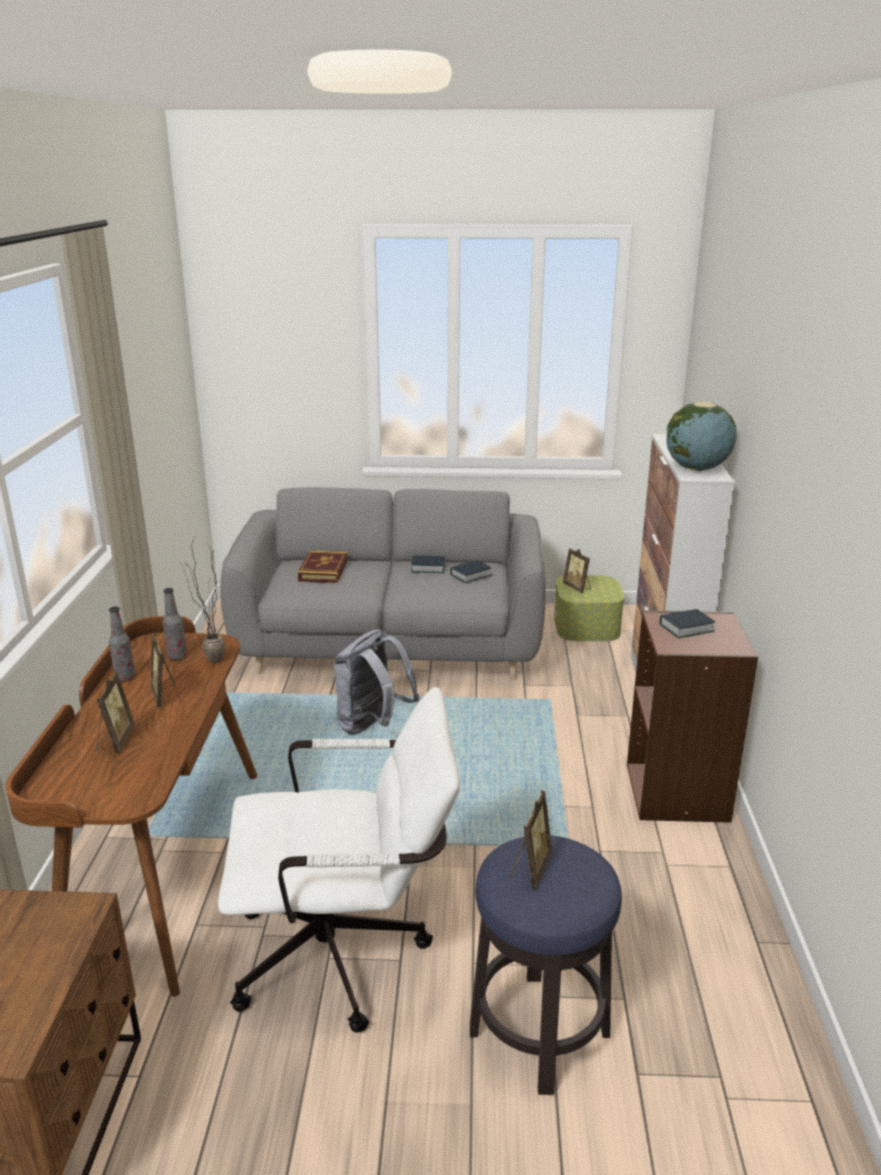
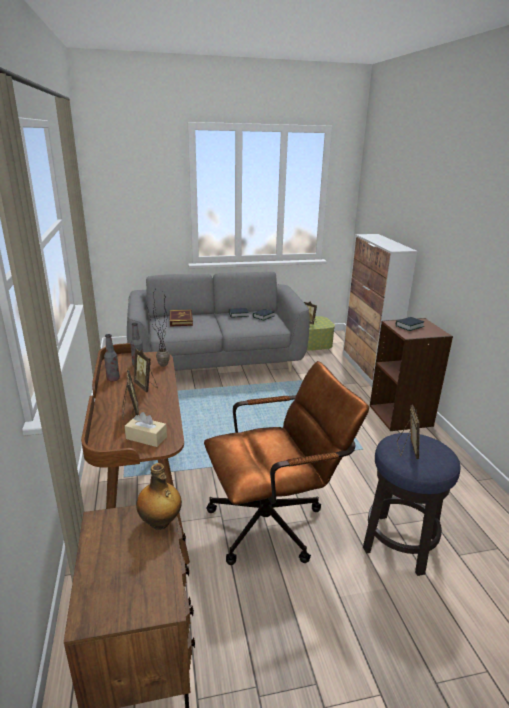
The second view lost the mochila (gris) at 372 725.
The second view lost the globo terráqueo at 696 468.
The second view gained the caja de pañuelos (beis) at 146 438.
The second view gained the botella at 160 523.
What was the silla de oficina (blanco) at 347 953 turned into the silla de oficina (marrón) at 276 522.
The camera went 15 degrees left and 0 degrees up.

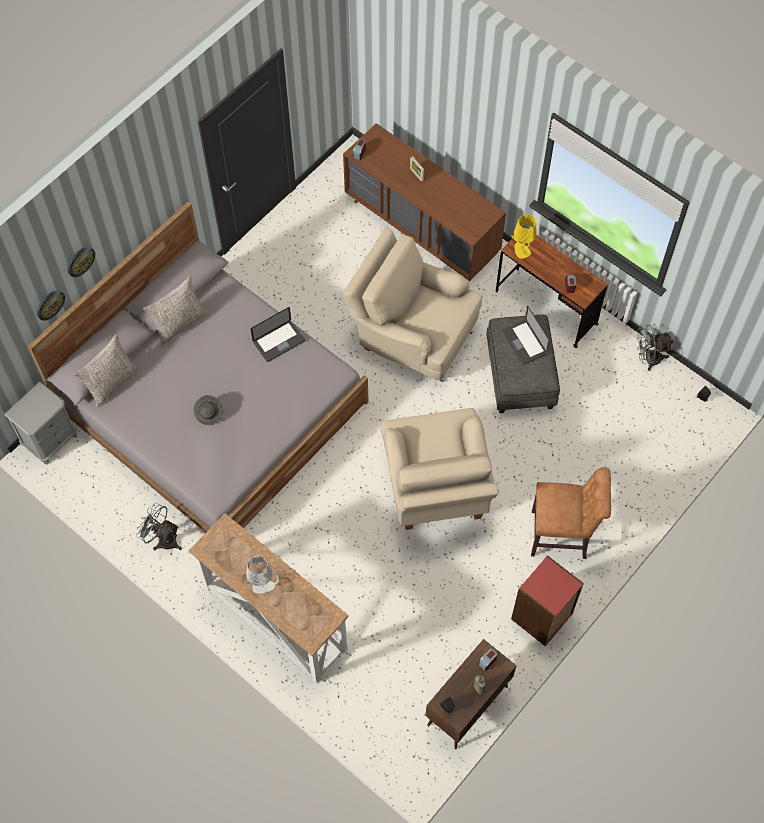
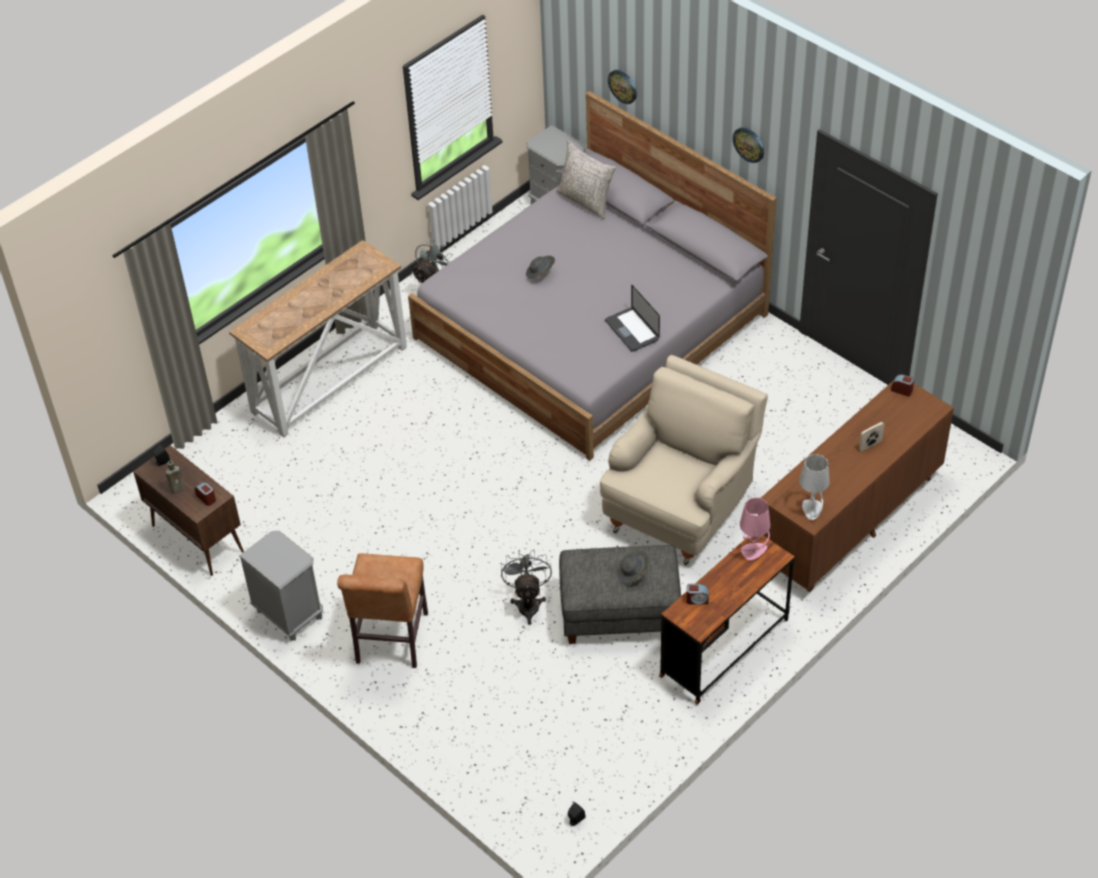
The second view lost the cojín (gris) at 179 323.
The second view lost the sillón (beis) at 436 489.
The reloj de pared ended up elsewhere, having gone from 80 261 to 749 144.
The lámpara de mesa (gris) ended up elsewhere, having gone from 263 585 to 812 510.
The ventilador (gris) ended up elsewhere, having gone from 648 359 to 528 603.
Where the portátil stood at 524 342, the sombrero (gris) came to stand at 633 572.
Where the estantería (rojo) stood at 542 617, the mesita de noche (gris) came to stand at 289 614.
What was the lámpara de mesa (amarillo) at 521 251 turned into the lámpara de mesa (rosa) at 753 551.
The camera went 95 degrees right and 15 degrees down.

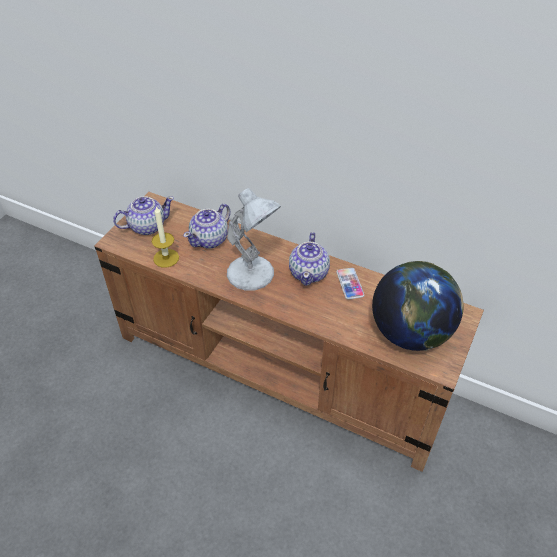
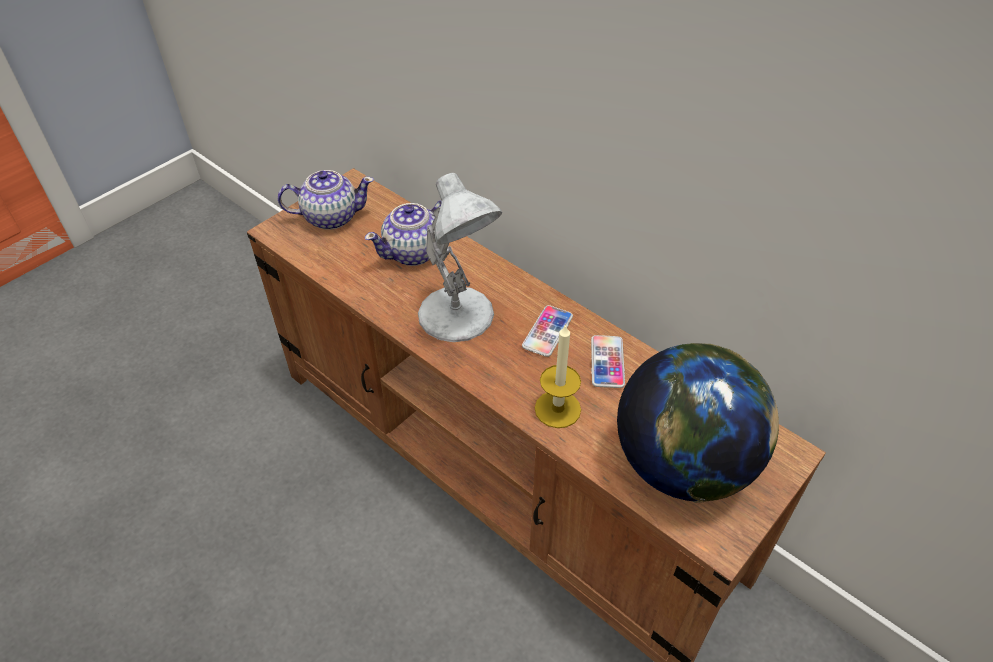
The vela ended up elsewhere, having gone from 166 258 to 557 409.
Where the tetera stood at 309 273, the móvil came to stand at 547 331.
The camera went 15 degrees right and 0 degrees up.

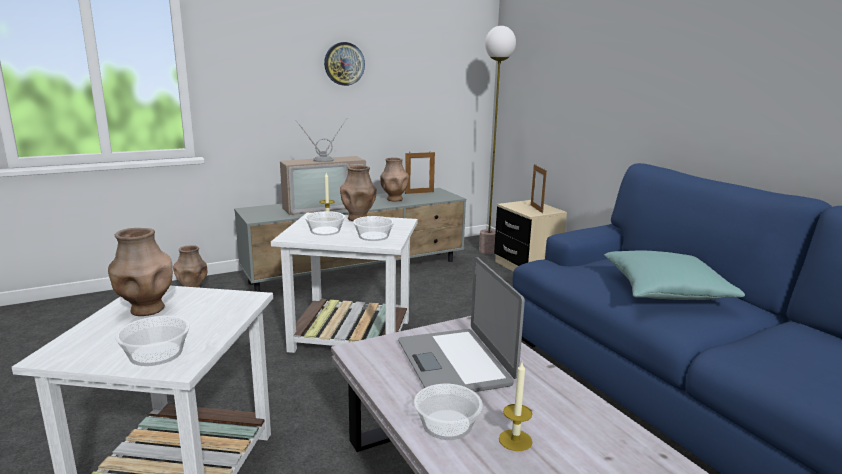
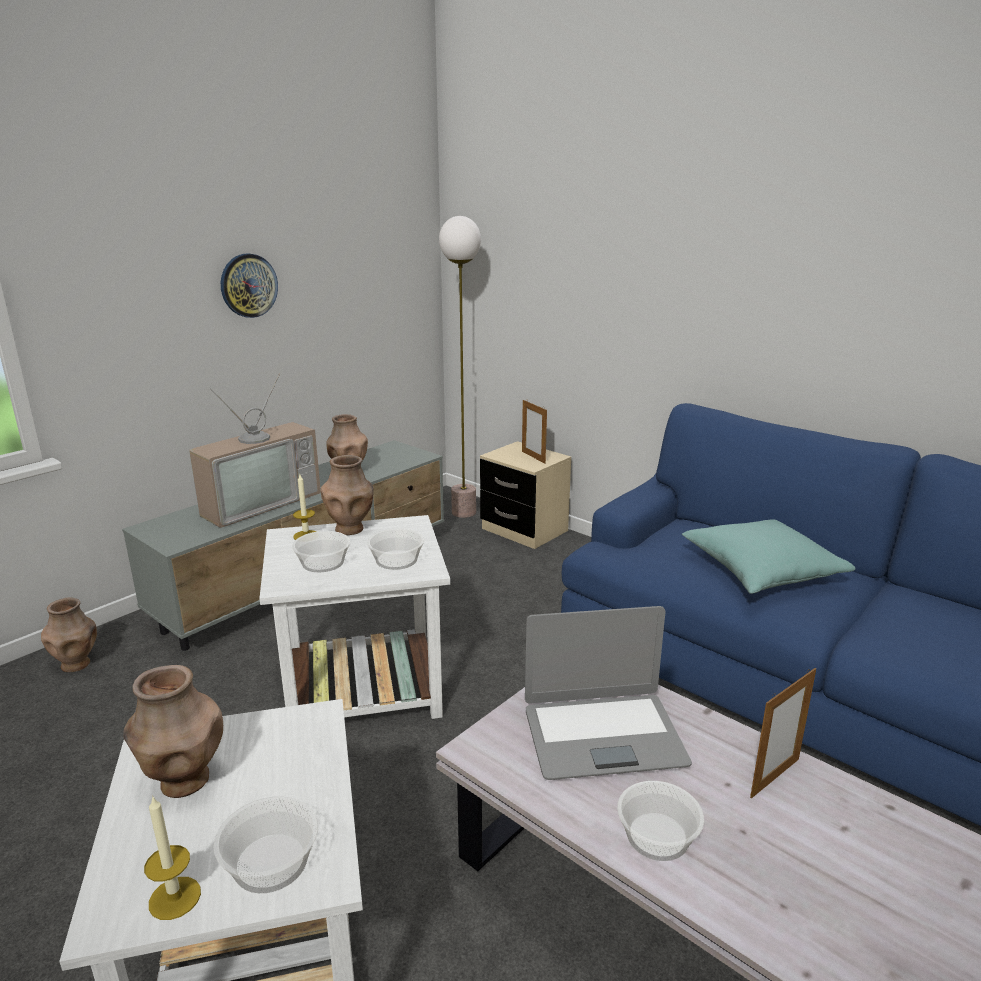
The portarretratos ended up elsewhere, having gone from 419 192 to 775 777.
The vela ended up elsewhere, having gone from 515 440 to 175 898.
The portátil at 455 362 ended up facing another way, 60 degrees counterclockwise from before.
The camera went 20 degrees left and 5 degrees up.

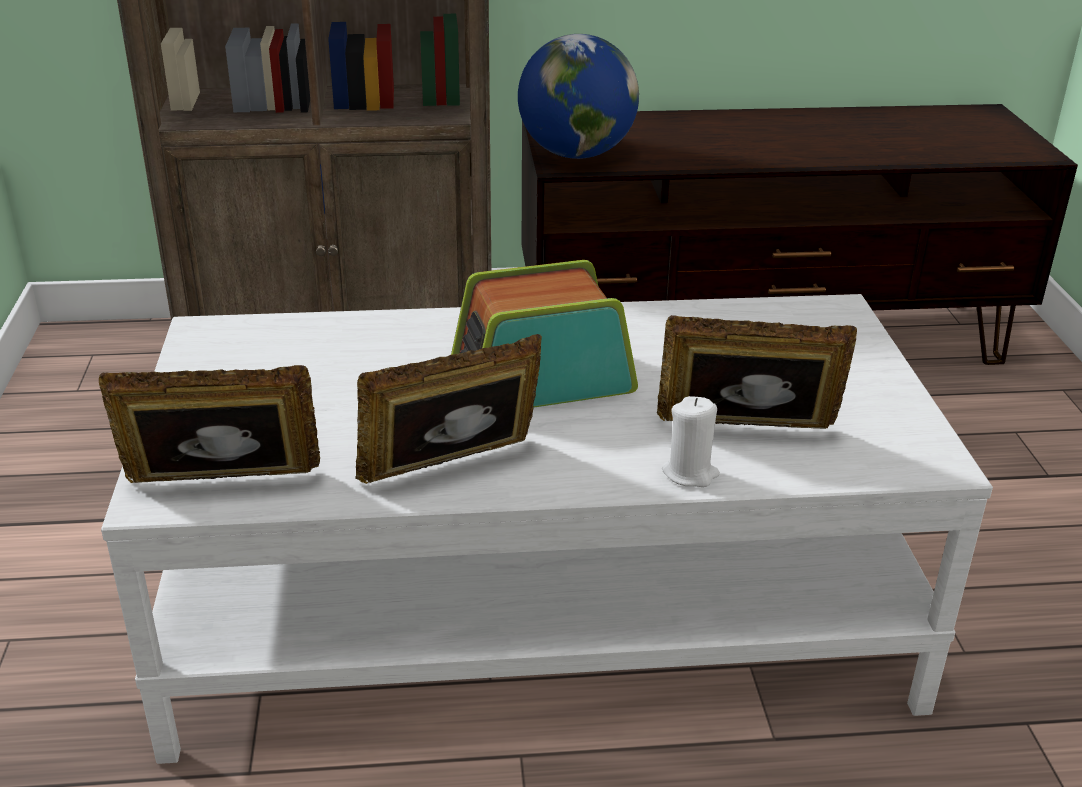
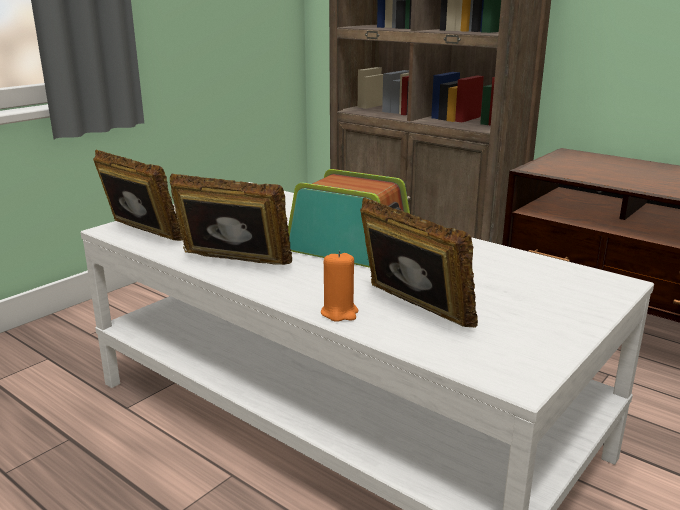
The second view lost the globo terráqueo at 576 154.
What was the vela (blanco) at 690 473 turned into the vela (naranja) at 339 313.
The camera went 45 degrees right and 10 degrees down.

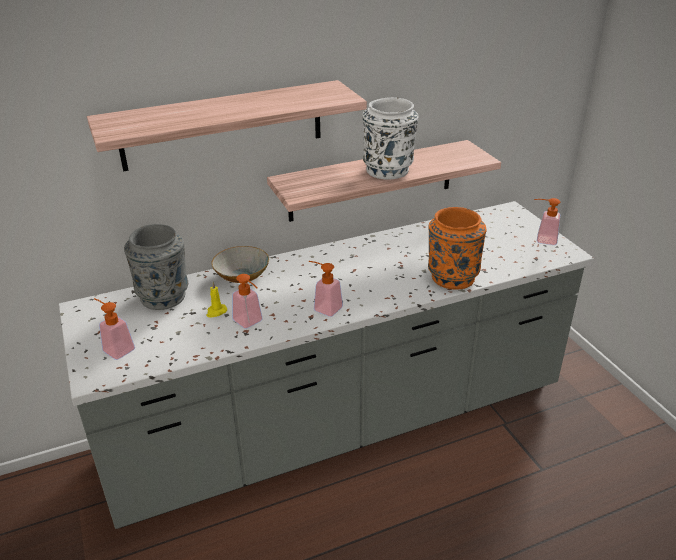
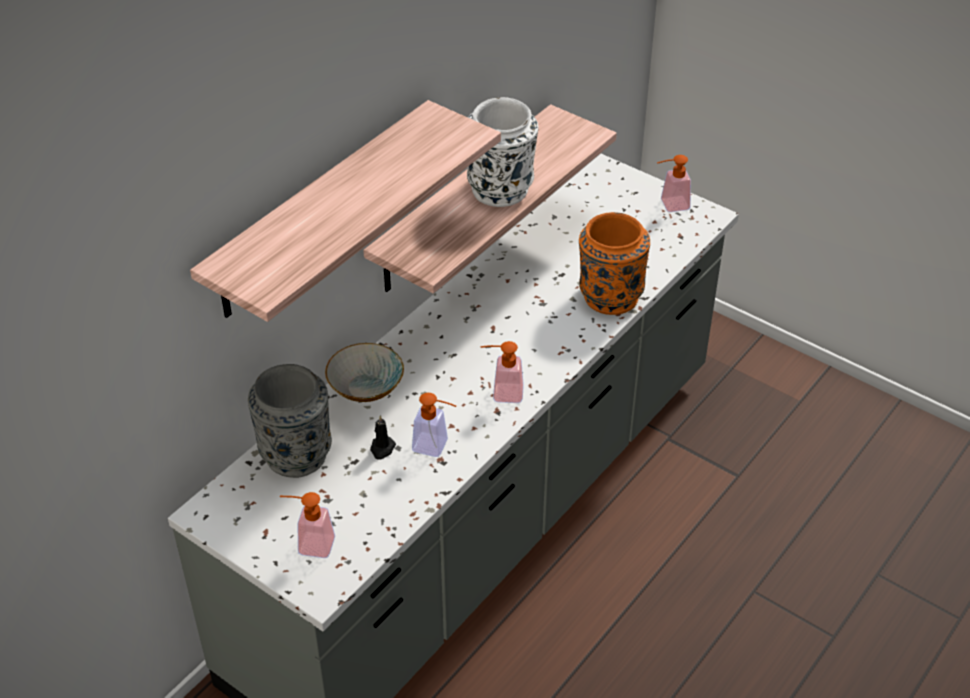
What was the vela (amarillo) at 216 312 turned into the vela (negro) at 382 449.
The camera went 30 degrees left and 10 degrees up.

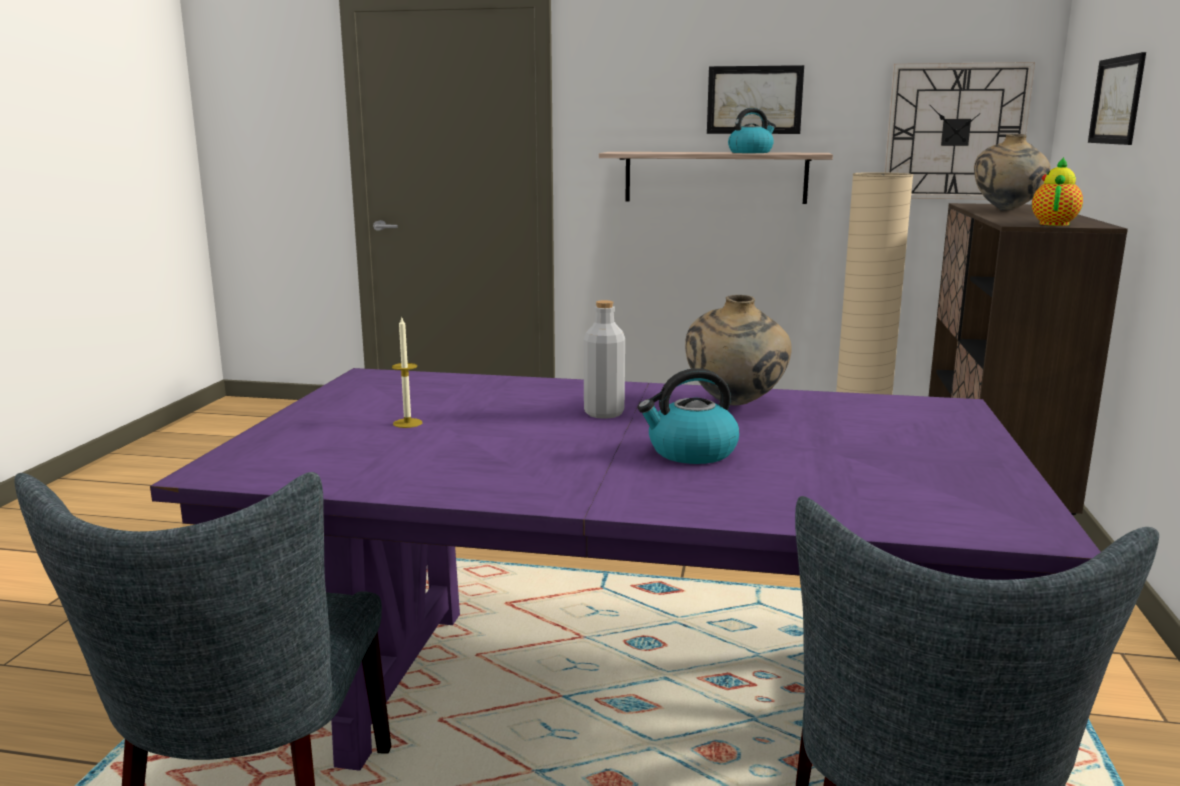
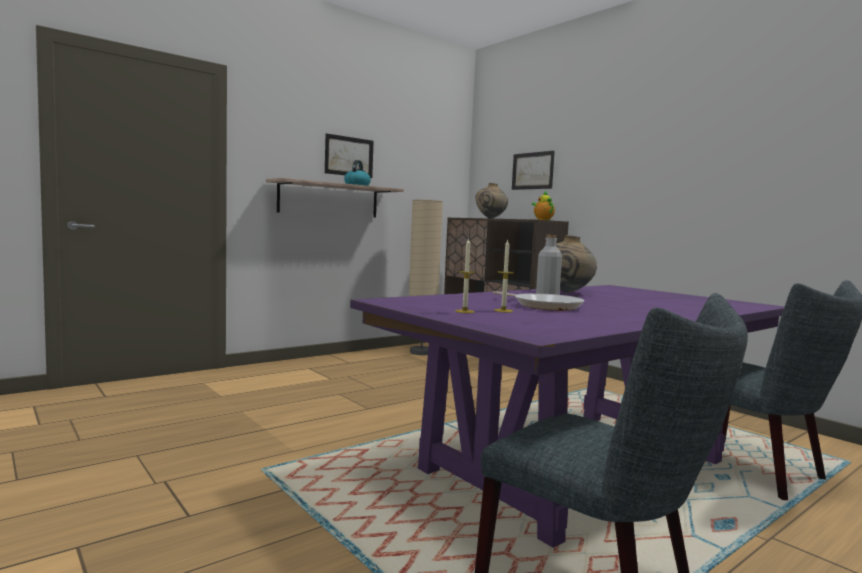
The second view lost the hervidor at 691 452.
The second view lost the reloj de pared at 955 132.
The second view gained the vela at 464 311.
The second view gained the sartén at 544 306.
The camera went 50 degrees left and 10 degrees down.

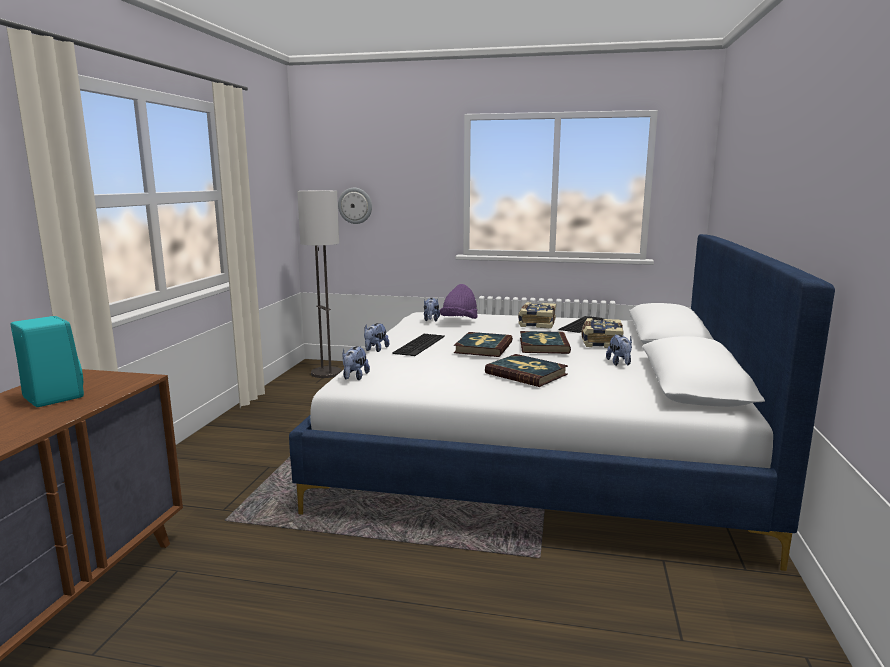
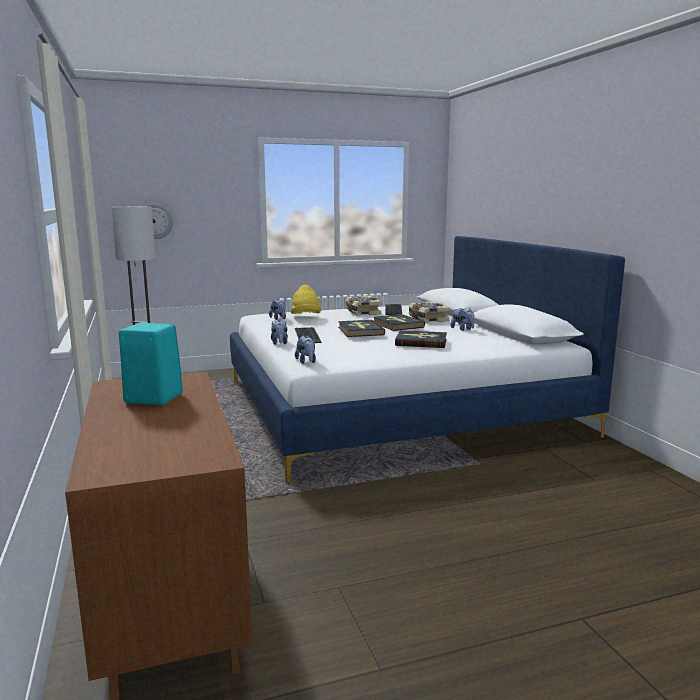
What was the sombrero (morado) at 459 321 turned into the sombrero (amarillo) at 306 316.
The camera went 30 degrees left and 0 degrees up.

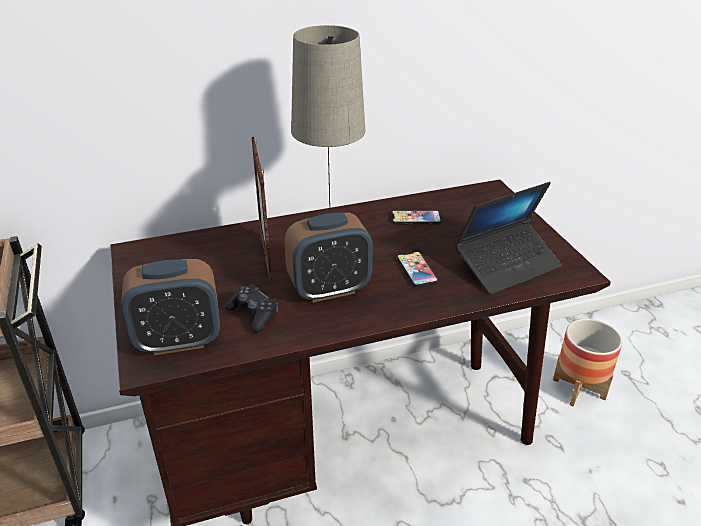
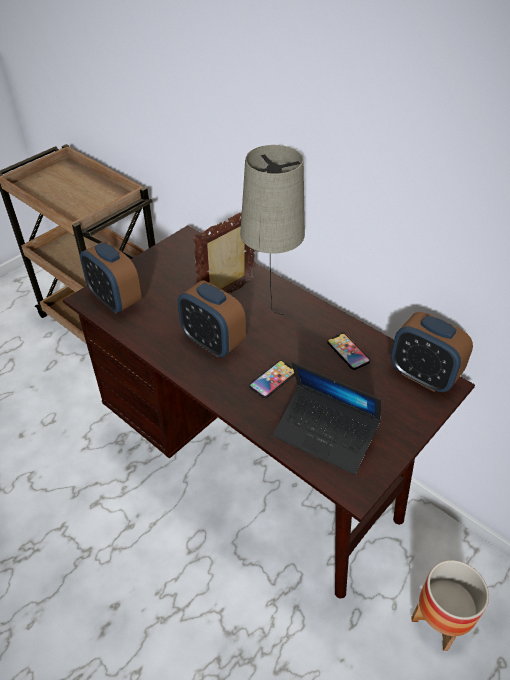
The second view lost the mando de consola (negro) at 253 314.
The second view gained the despertador at 423 376.
The camera went 60 degrees right and 10 degrees up.

